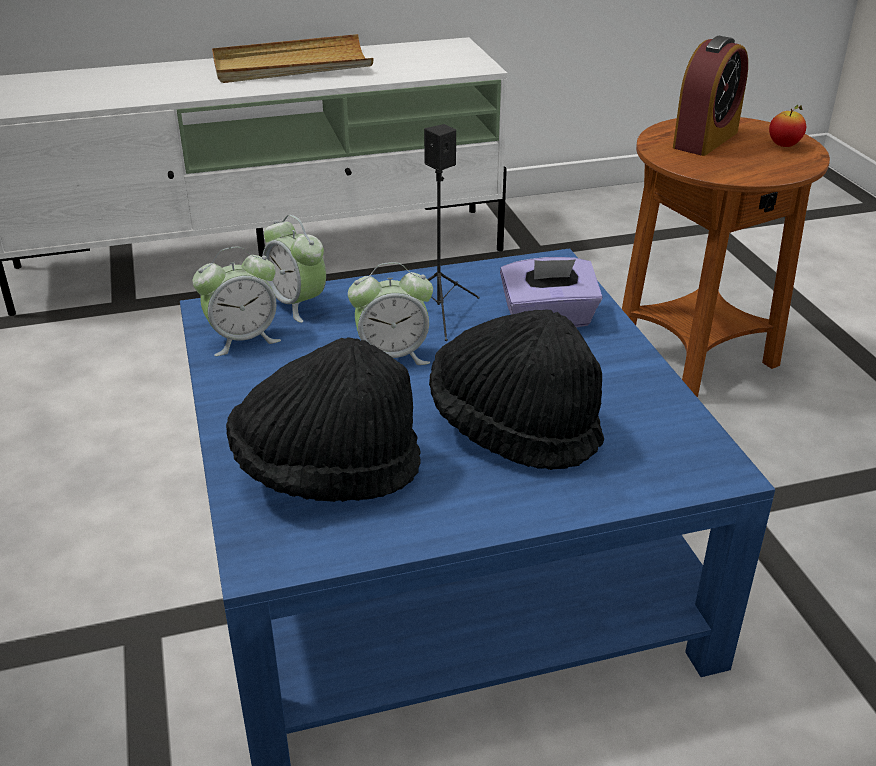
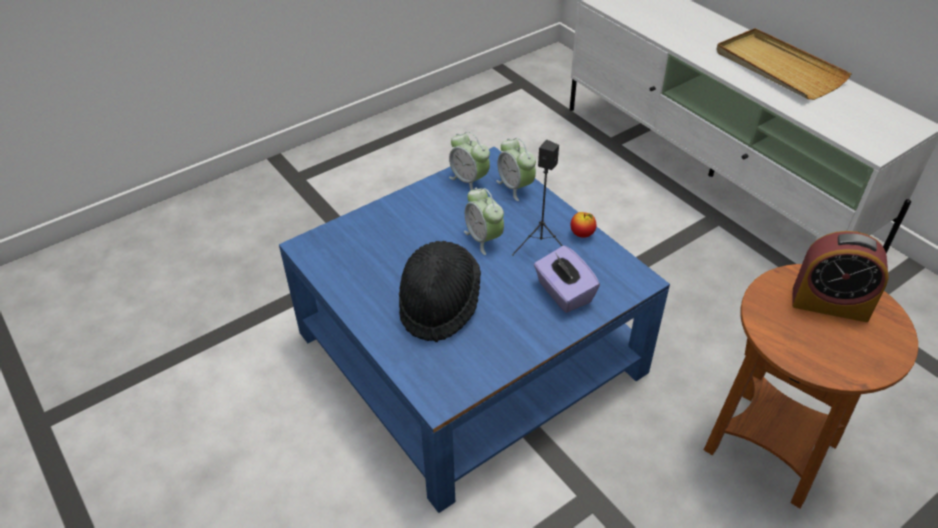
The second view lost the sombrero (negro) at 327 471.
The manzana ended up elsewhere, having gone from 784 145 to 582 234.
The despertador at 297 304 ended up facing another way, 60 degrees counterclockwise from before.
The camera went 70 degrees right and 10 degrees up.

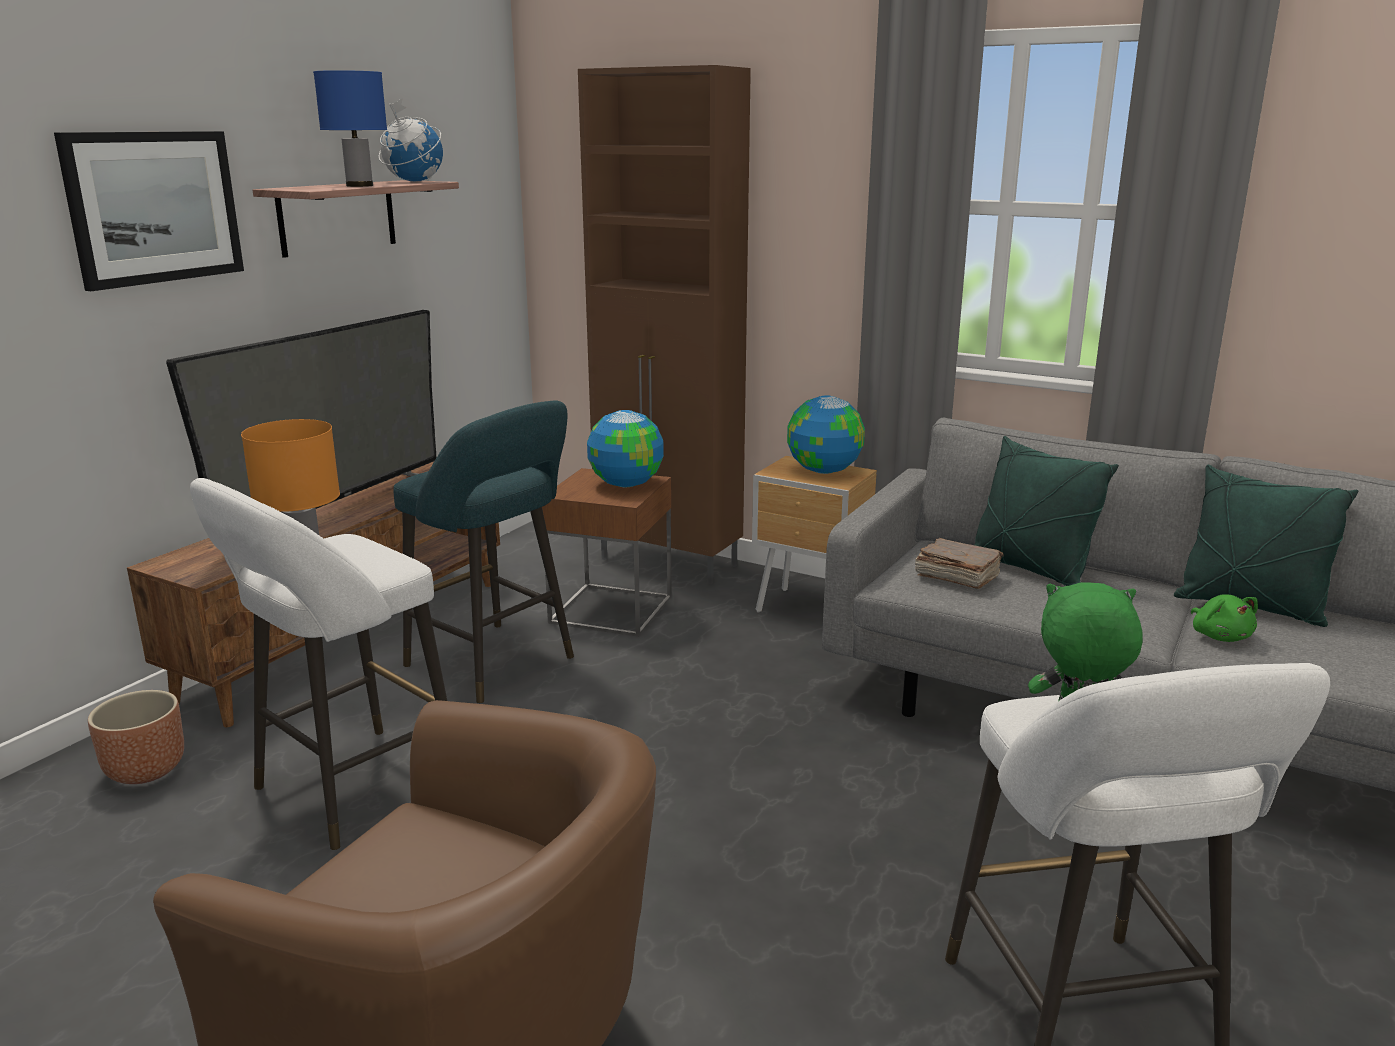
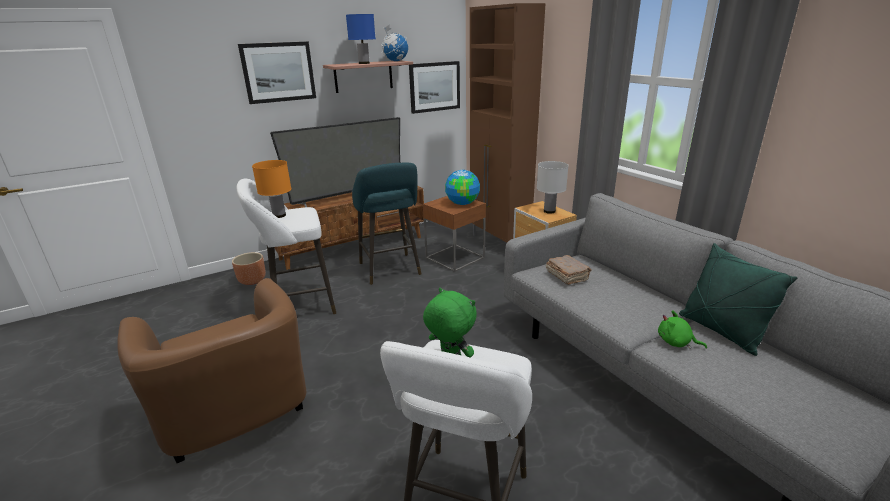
The second view lost the cojín (verde) at 1029 569.
The second view gained the cuadro at 434 87.
Where the globo terráqueo stood at 823 471, the lámpara de mesa (blanco) came to stand at 549 211.
The peluche (verde) at 1220 636 ended up facing another way, 105 degrees clockwise from before.
The camera went 30 degrees right and 5 degrees up.

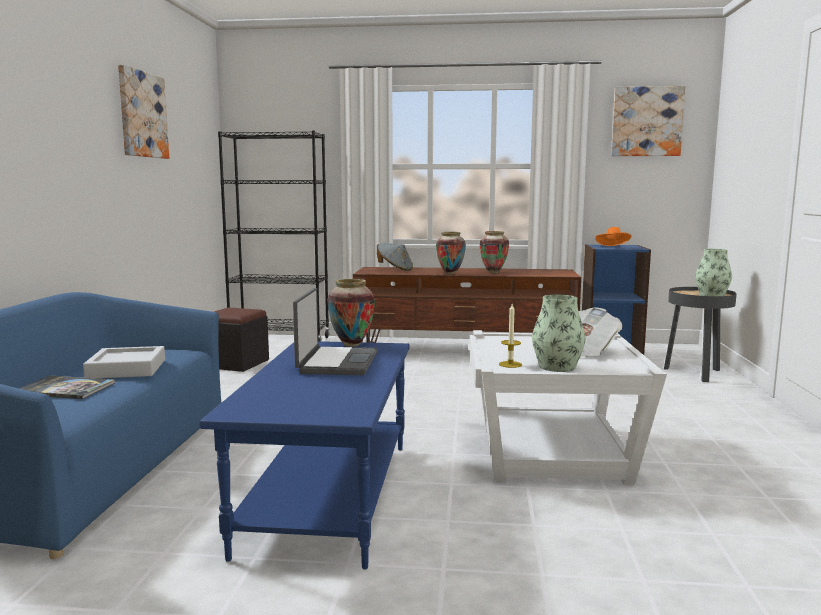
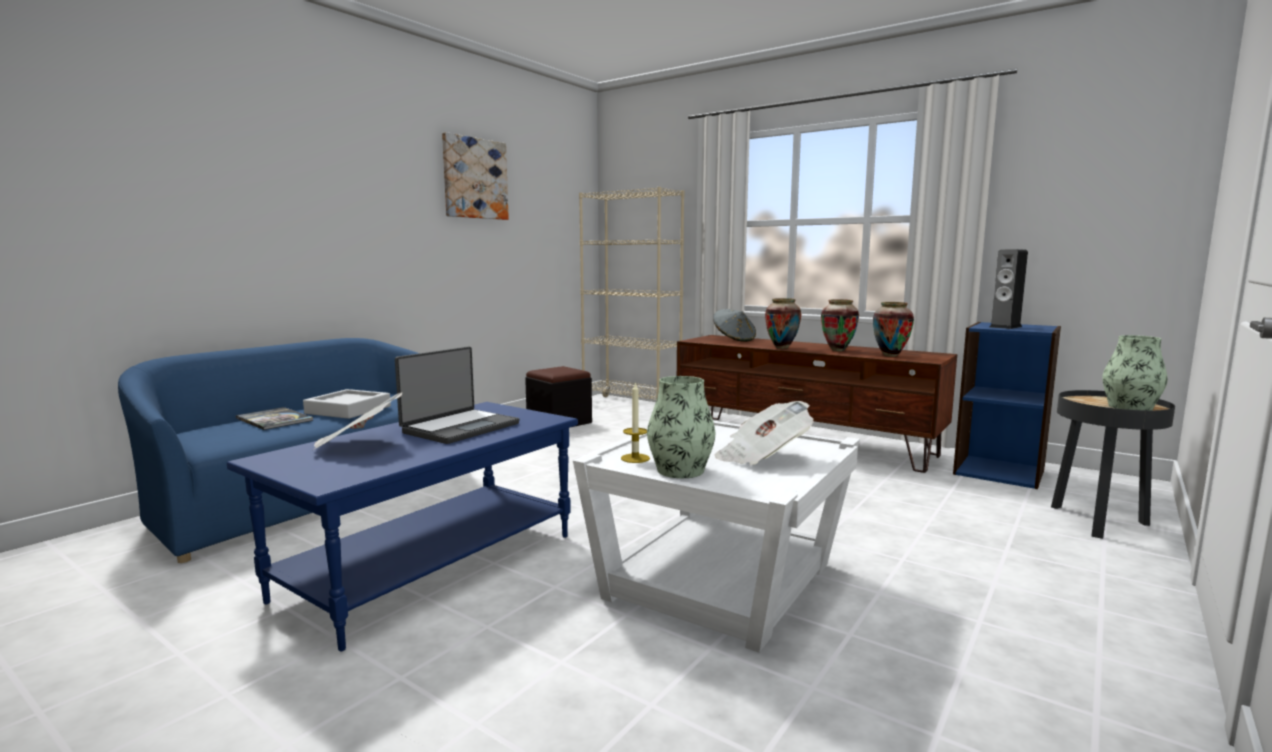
The second view lost the cuadro at 646 121.
The second view gained the periódico at 356 445.
The florero ended up elsewhere, having gone from 351 345 to 890 355.
Where the sombrero (naranja) stood at 613 247, the altavoz came to stand at 1005 327.
What was the estantería (negro) at 280 340 turned into the estantería (beis) at 631 405.
The camera went 30 degrees right and 0 degrees up.

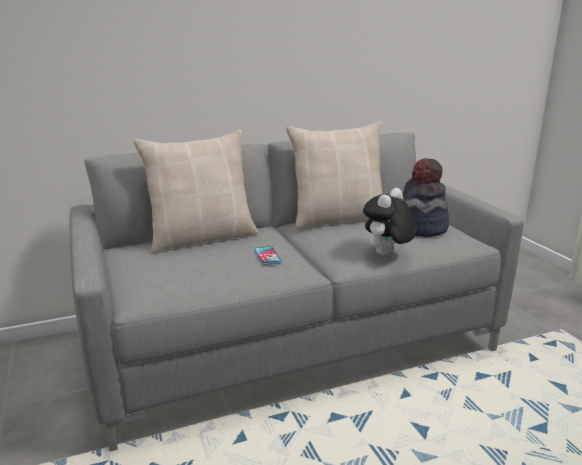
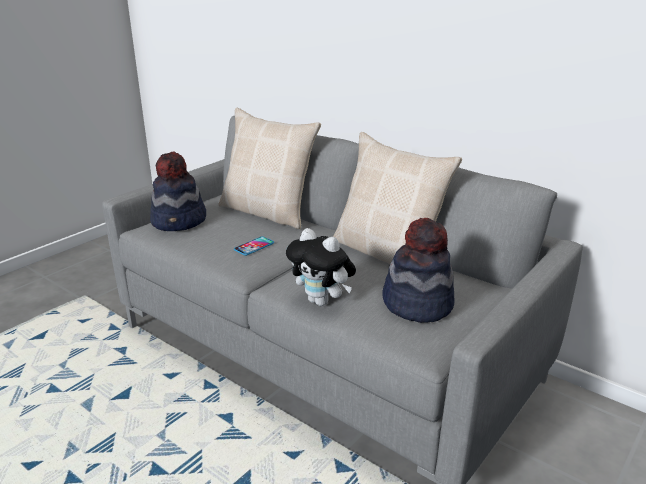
The second view gained the sombrero at 179 221.
The peluche at 386 254 ended up facing another way, 150 degrees counterclockwise from before.
The camera went 60 degrees right and 5 degrees up.

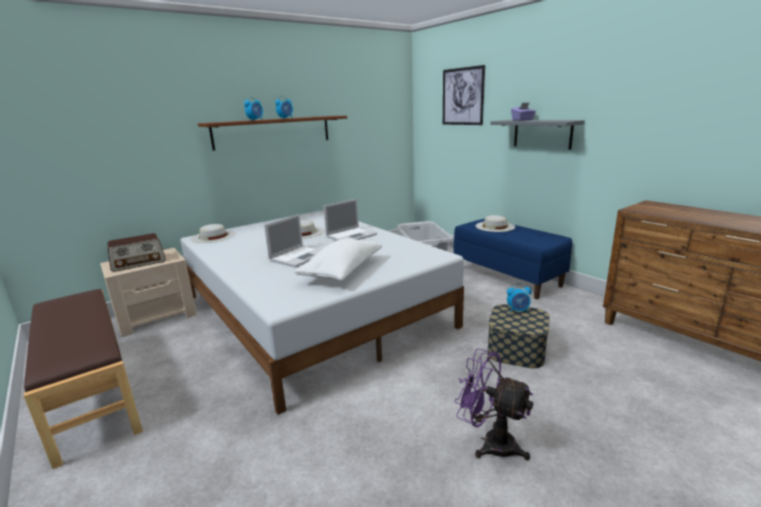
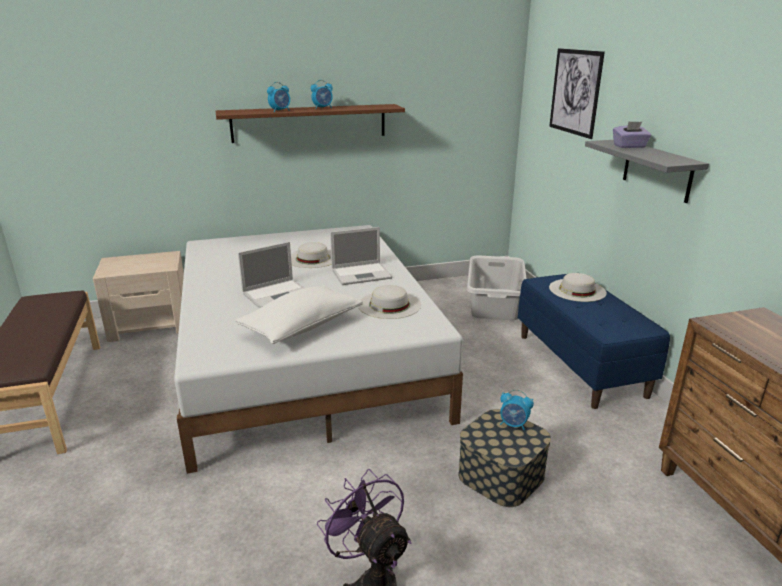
The second view lost the radio at 139 263.
The sombrero (blanco) ended up elsewhere, having gone from 213 236 to 389 304.
The camera went 20 degrees right and 5 degrees up.

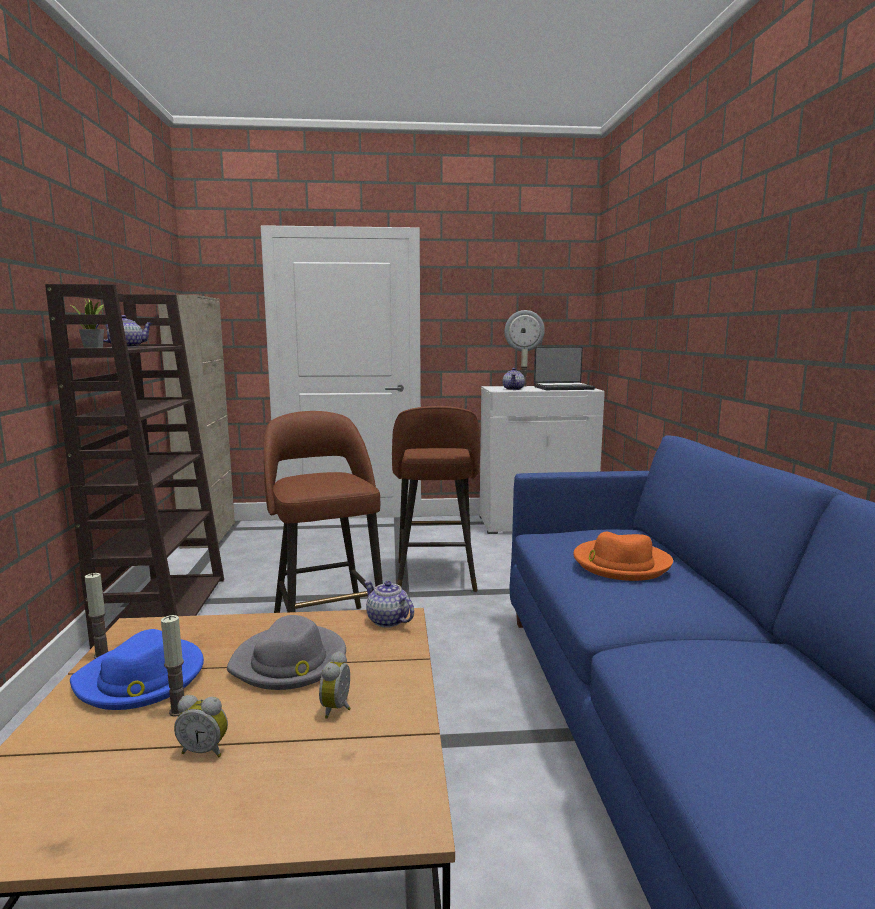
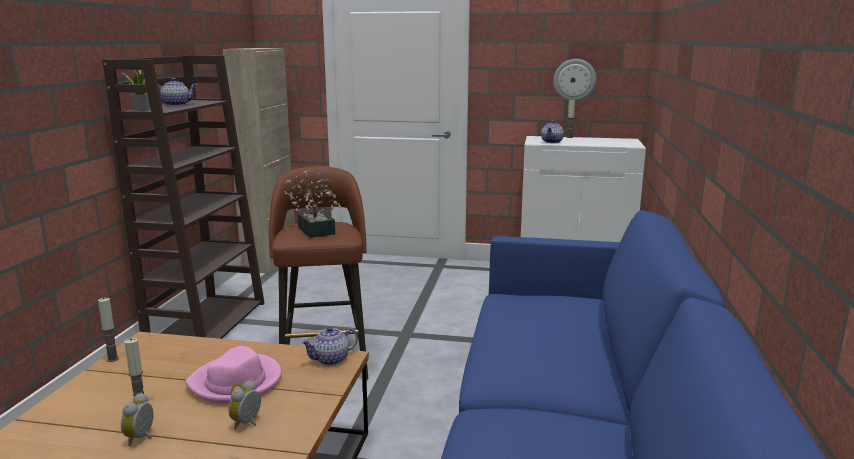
The second view lost the sombrero (azul) at 141 679.
The second view lost the taburete (marrón) at 435 577.
The second view lost the portátil at 563 388.
The second view lost the sombrero (naranja) at 620 564.
The second view gained the planta en maceta at 315 229.
What was the sombrero (gris) at 290 662 turned into the sombrero (rosa) at 236 383.
The despertador at 205 750 ended up facing another way, 75 degrees clockwise from before.
The tetera at 388 621 ended up facing another way, 90 degrees counterclockwise from before.
The camera went 15 degrees right and 5 degrees up.

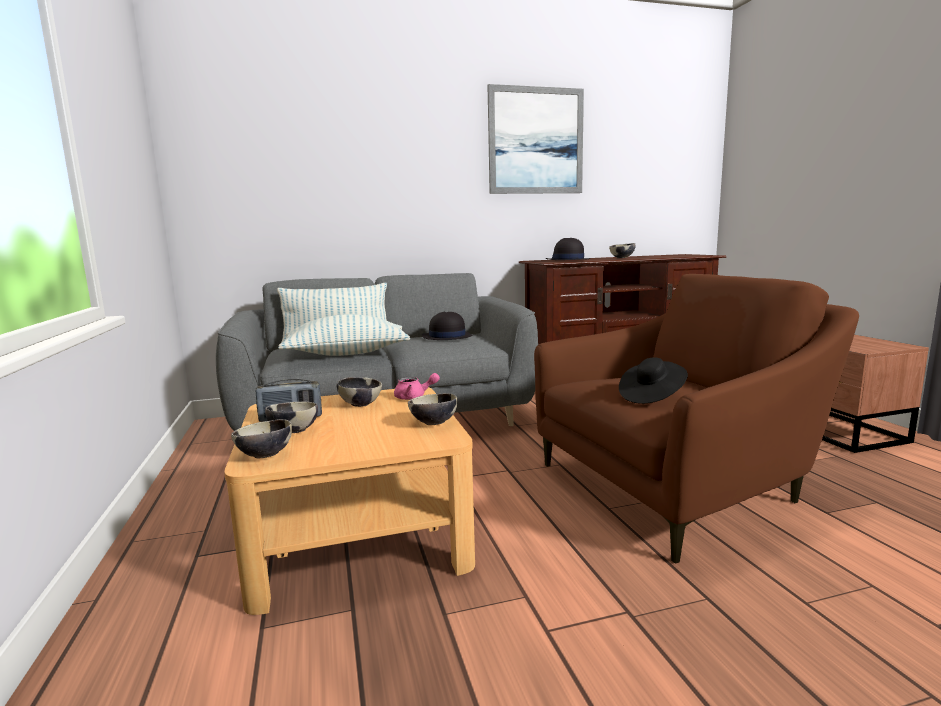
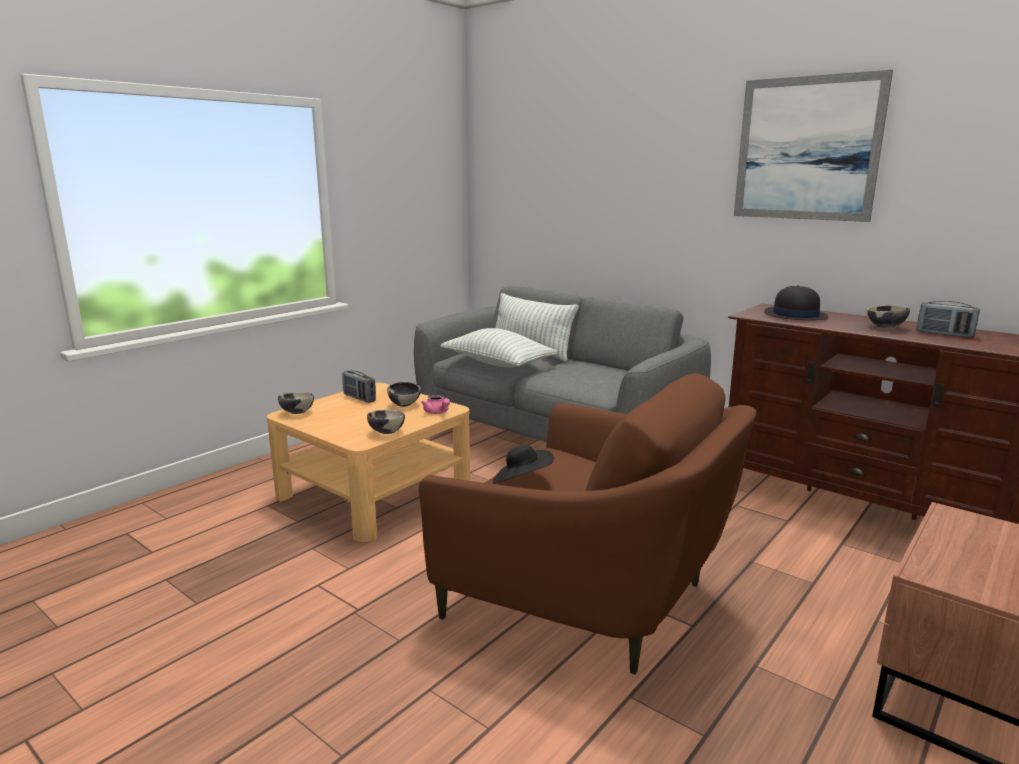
The second view lost the cuenco at 293 431.
The second view lost the sombrero (negro) at 446 337.
The second view gained the radio at 944 334.
The camera went 55 degrees right and 5 degrees up.

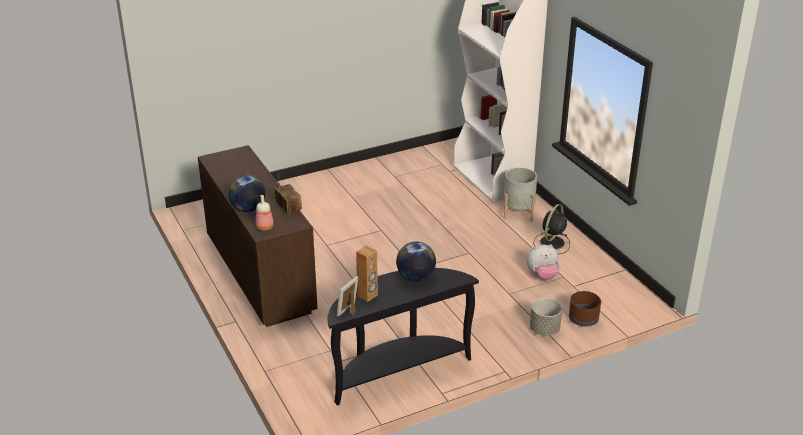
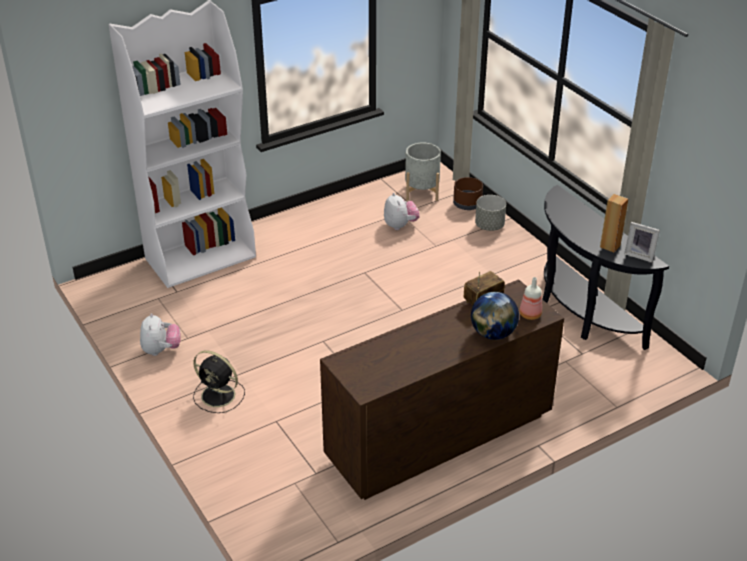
The second view lost the globo terráqueo at 415 277.
The second view gained the peluche at 161 350.
The maceta (gris) ended up elsewhere, having gone from 518 212 to 422 192.
The ventilador (negro) ended up elsewhere, having gone from 551 243 to 219 396.
The camera went 95 degrees left and 5 degrees up.

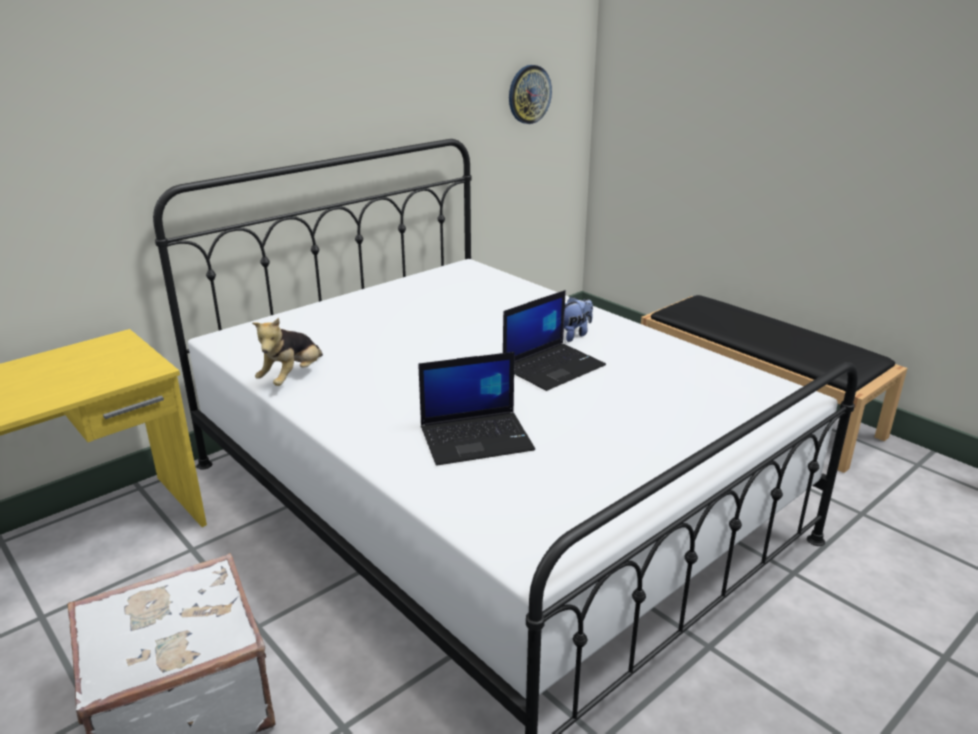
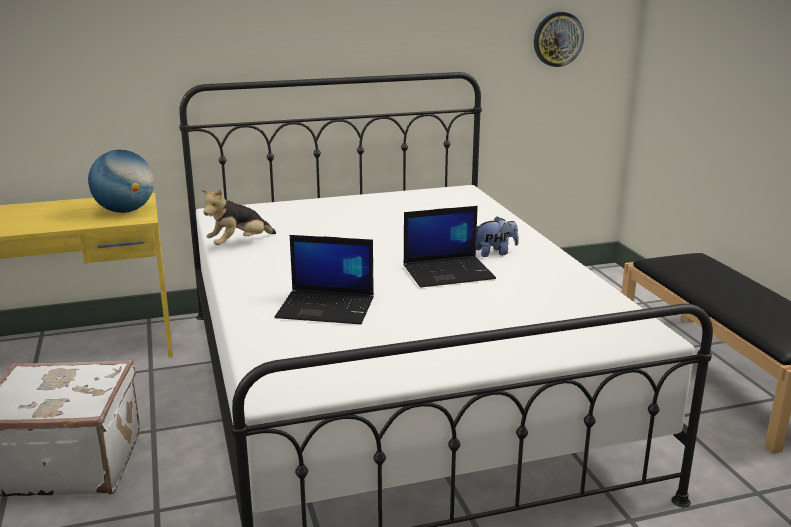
The second view gained the globo terráqueo at 125 211.
The camera went 25 degrees right and 5 degrees down.

